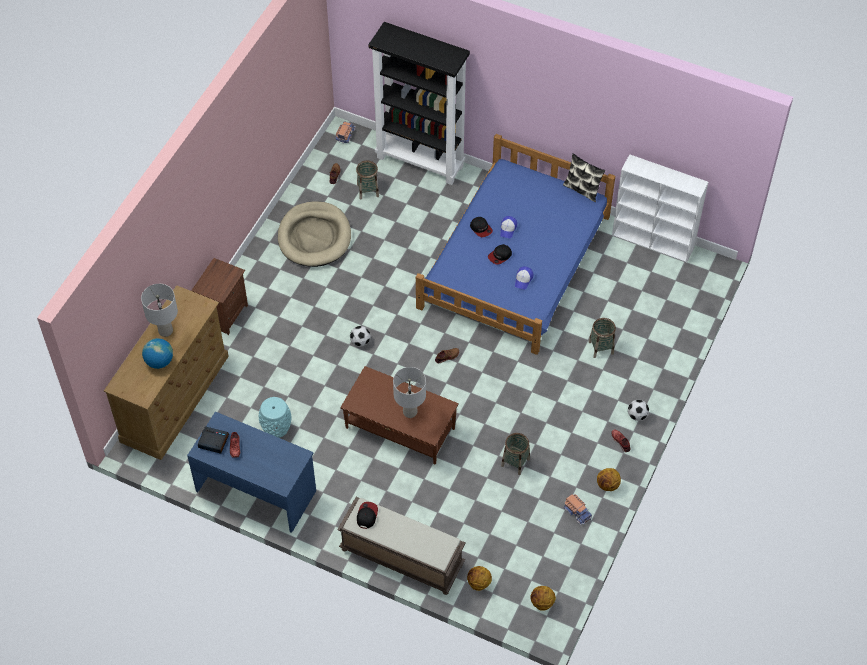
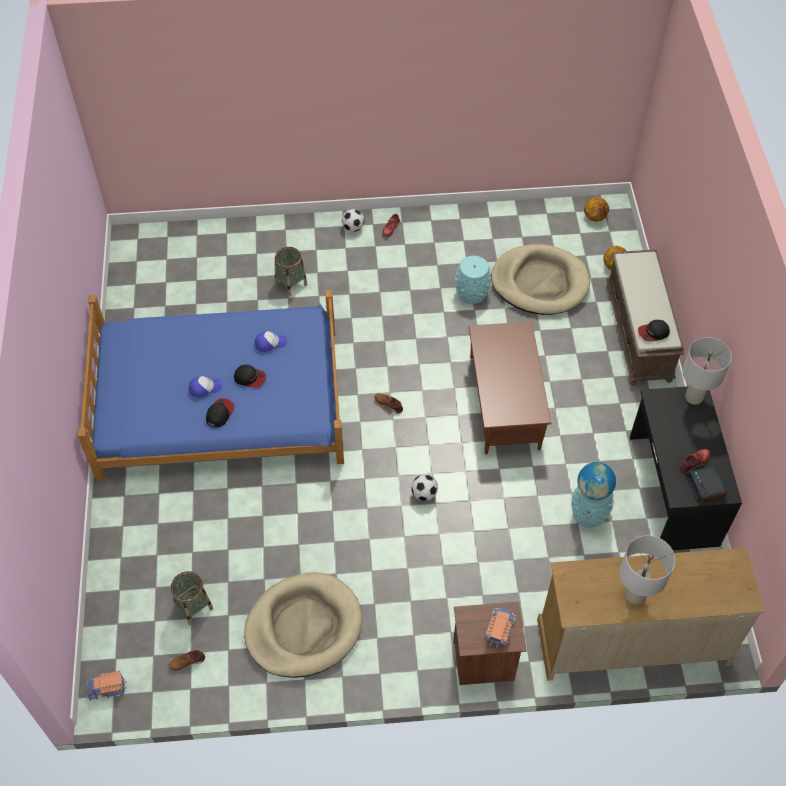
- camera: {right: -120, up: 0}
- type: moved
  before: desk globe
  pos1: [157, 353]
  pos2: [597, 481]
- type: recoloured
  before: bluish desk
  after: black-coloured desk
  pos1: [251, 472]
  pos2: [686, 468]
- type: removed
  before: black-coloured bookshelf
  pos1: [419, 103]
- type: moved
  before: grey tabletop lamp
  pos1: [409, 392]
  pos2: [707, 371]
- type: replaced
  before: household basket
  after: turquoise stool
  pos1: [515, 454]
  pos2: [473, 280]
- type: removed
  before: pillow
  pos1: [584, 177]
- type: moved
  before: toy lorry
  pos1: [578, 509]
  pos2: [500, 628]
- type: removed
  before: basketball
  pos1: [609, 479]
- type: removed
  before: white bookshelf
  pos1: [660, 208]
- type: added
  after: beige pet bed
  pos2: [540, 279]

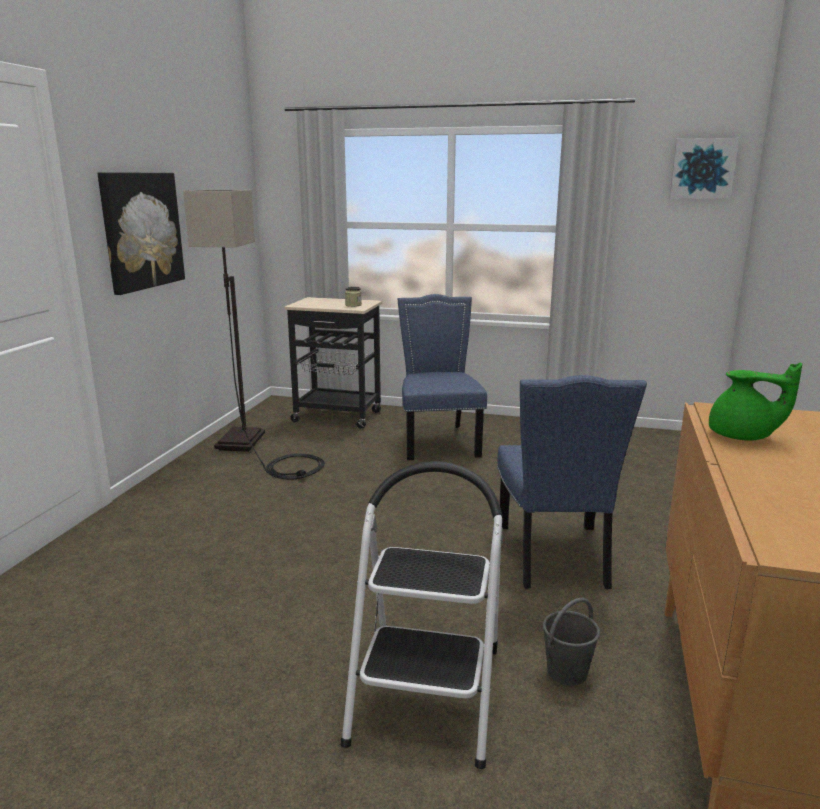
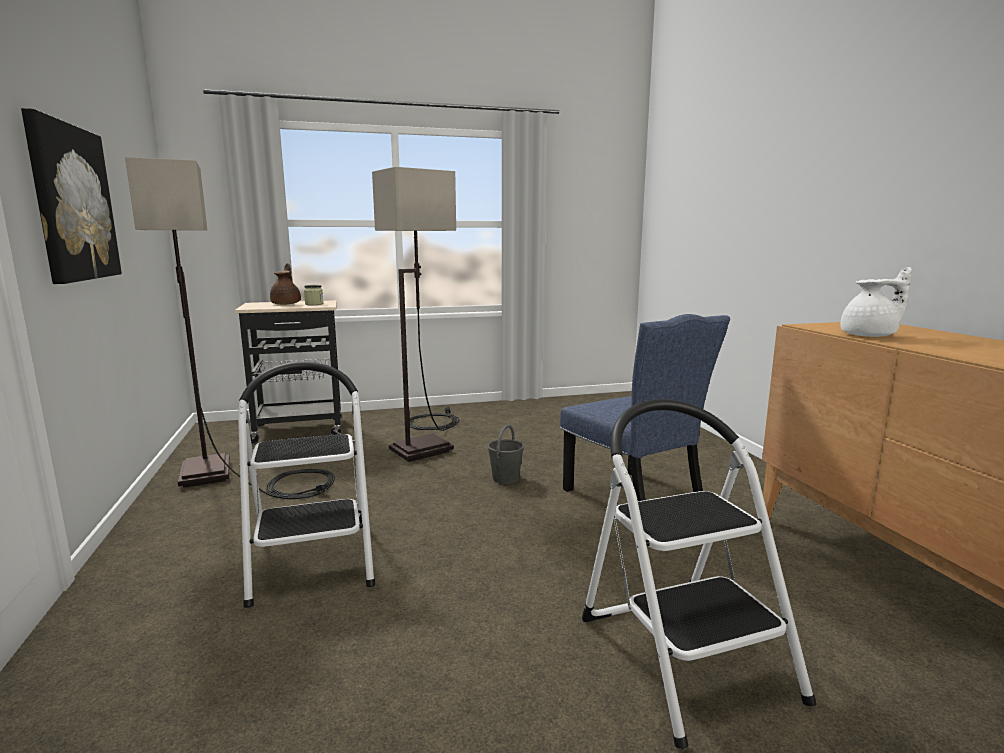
- camera: {right: -30, up: -5}
- type: replaced
  before: bluish upright chair
  after: standard lamp
  pos1: [442, 377]
  pos2: [415, 314]
- type: moved
  before: grey pail
  pos1: [571, 642]
  pos2: [505, 454]
- type: removed
  before: picture
  pos1: [704, 168]
- type: recoloured
  before: green-coloured pot for tea
  after: white pot for tea
  pos1: [755, 402]
  pos2: [876, 302]
- type: added
  after: step ladder
  pos2: [306, 484]
- type: added
  after: brown-coloured pot for tea
  pos2: [285, 284]

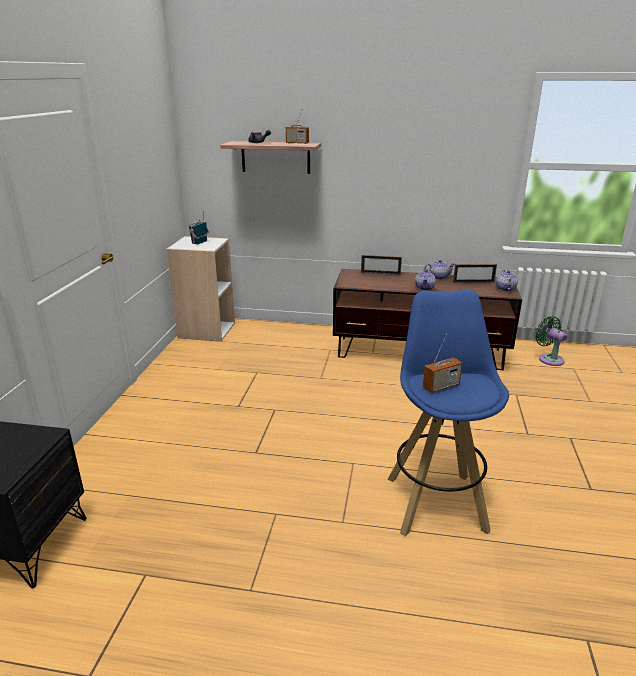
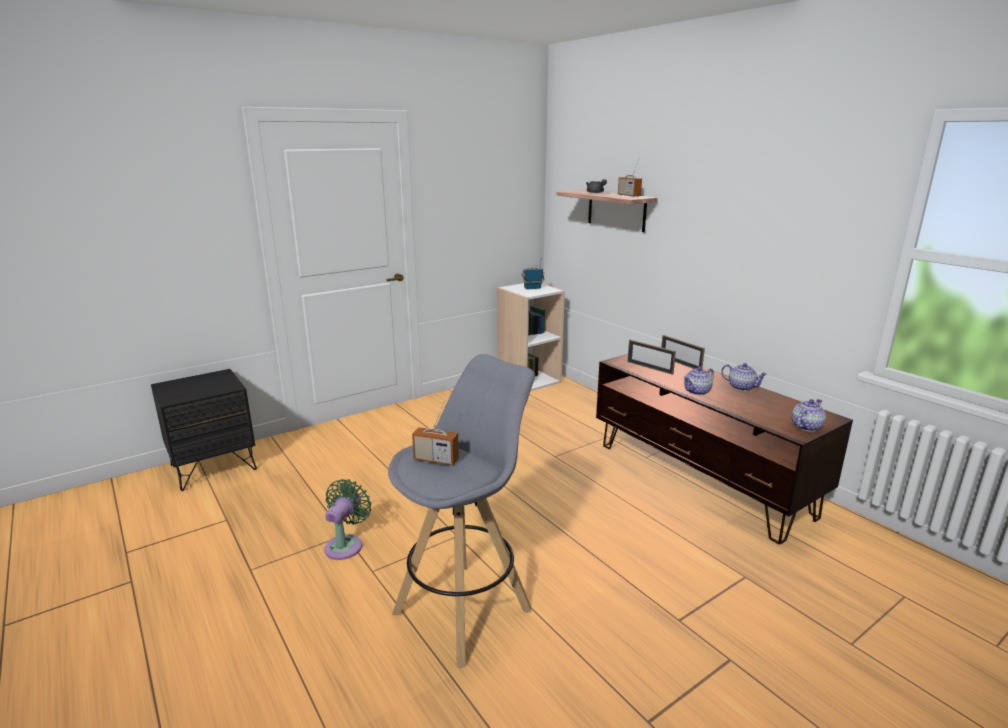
- camera: {right: 45, up: -5}
- type: recoloured
  before: bluish stool
  after: grey stool
  pos1: [448, 413]
  pos2: [461, 511]
- type: moved
  before: picture frame
  pos1: [475, 273]
  pos2: [651, 357]
- type: moved
  before: green-coloured cooling fan
  pos1: [551, 341]
  pos2: [347, 519]

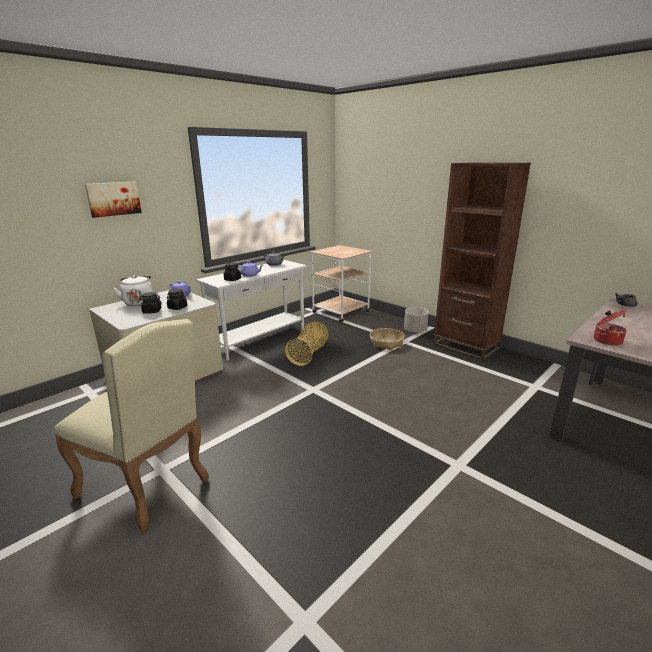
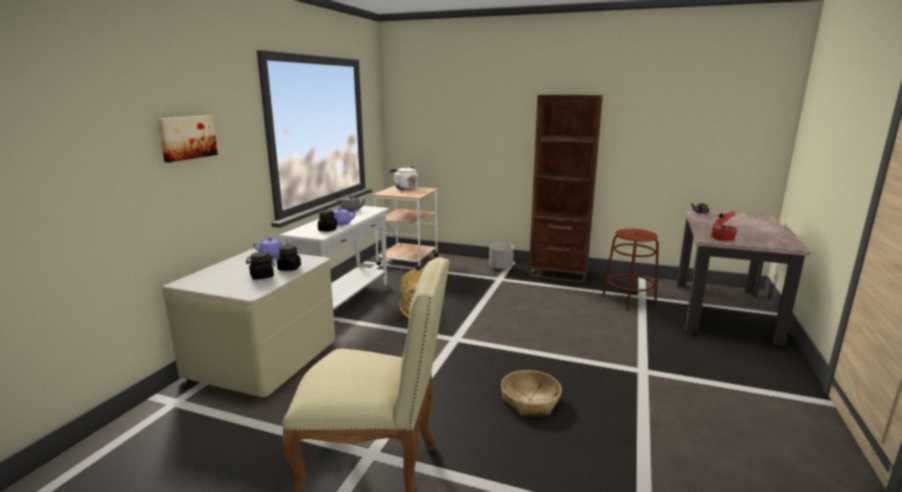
- camera: {right: -25, up: -5}
- type: moved
  before: white water kettle
  pos1: [133, 291]
  pos2: [404, 178]
- type: moved
  before: household basket
  pos1: [387, 339]
  pos2: [531, 392]
- type: added
  after: brown-coloured stool
  pos2: [630, 269]

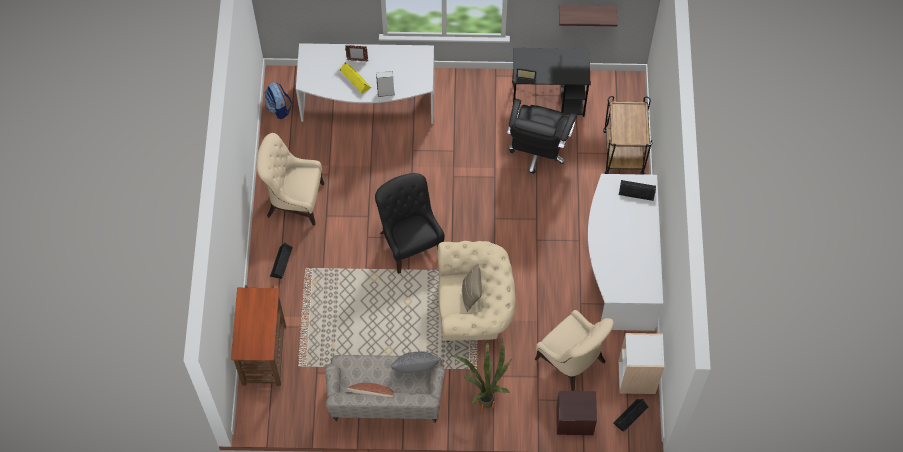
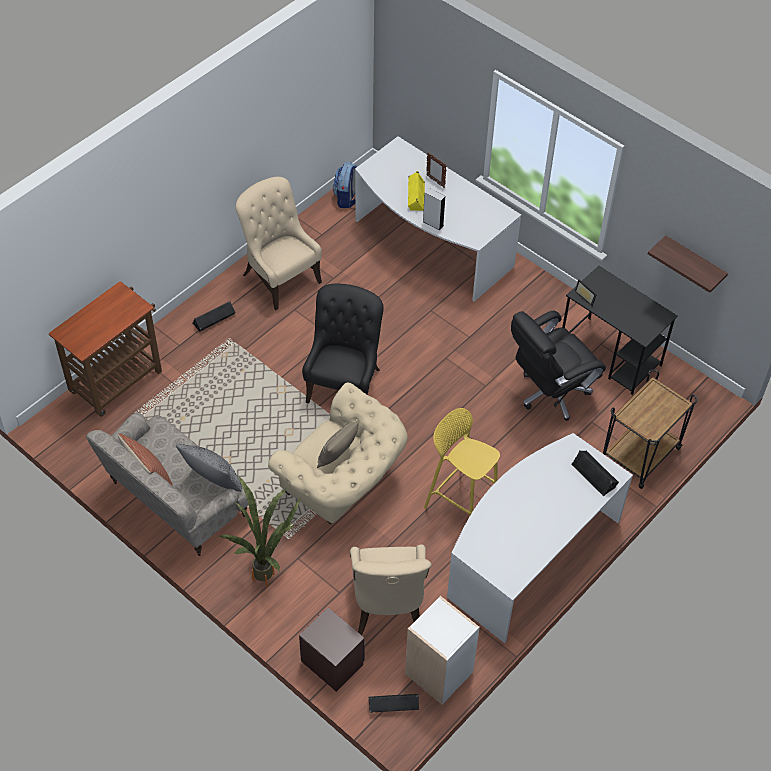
- camera: {right: 40, up: -10}
- type: added
  after: yellow stool
  pos2: [462, 461]

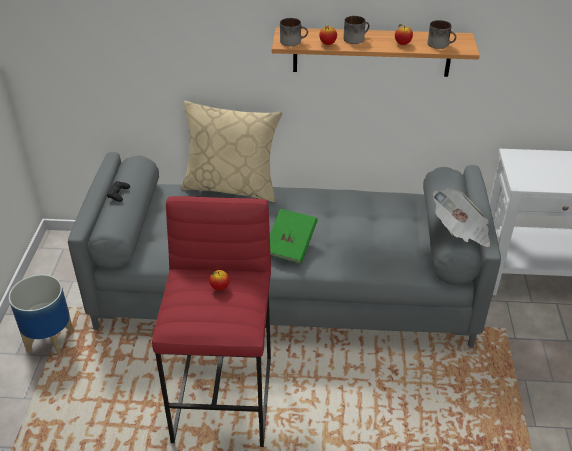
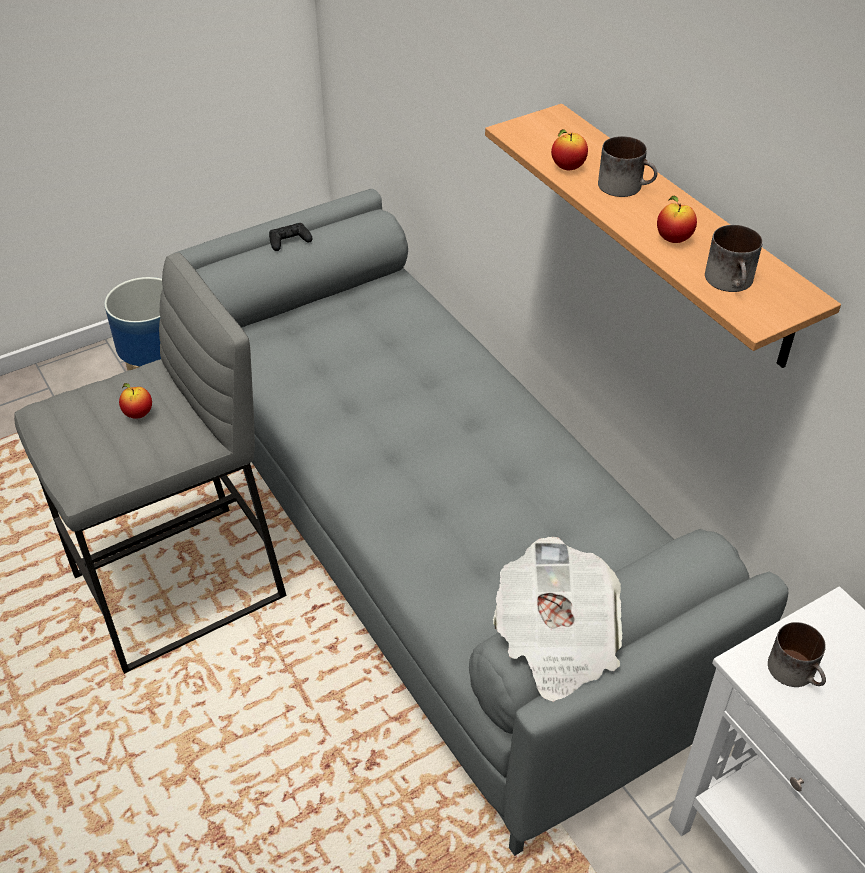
- camera: {right: 55, up: 5}
- type: recoloured
  before: reddish stool
  after: grey stool
  pos1: [211, 321]
  pos2: [150, 463]
- type: removed
  before: beige pillow
  pos1: [231, 152]
- type: removed
  before: green-coloured book
  pos1: [294, 236]
- type: moved
  before: mug
  pos1: [294, 32]
  pos2: [797, 654]

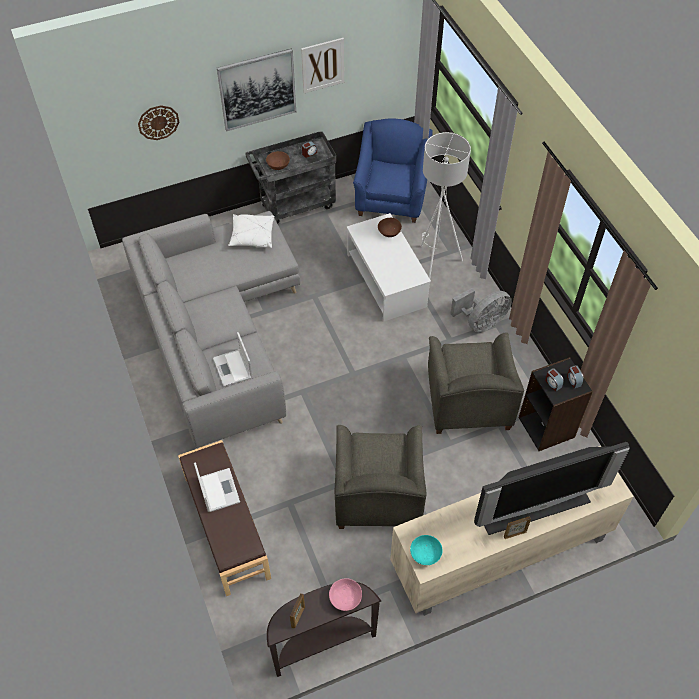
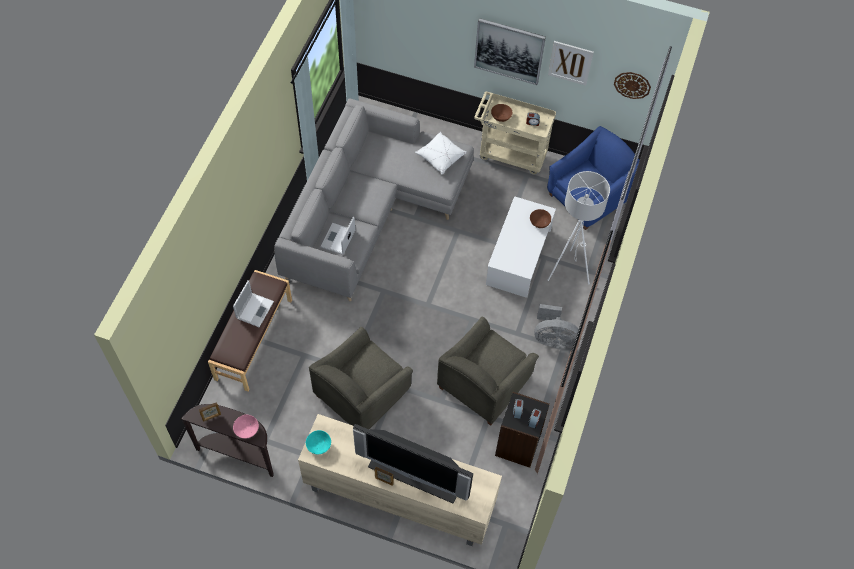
- camera: {right: 40, up: 5}
- type: moved
  before: clock on the wall
  pos1: [158, 122]
  pos2: [632, 85]
- type: recoloured
  before: black-coloured cart
  after: beige cart
  pos1: [290, 177]
  pos2: [515, 133]

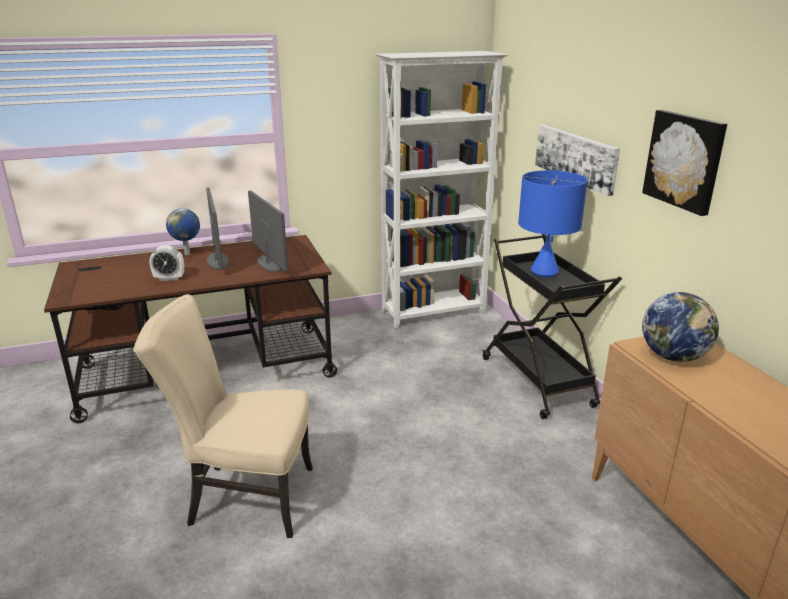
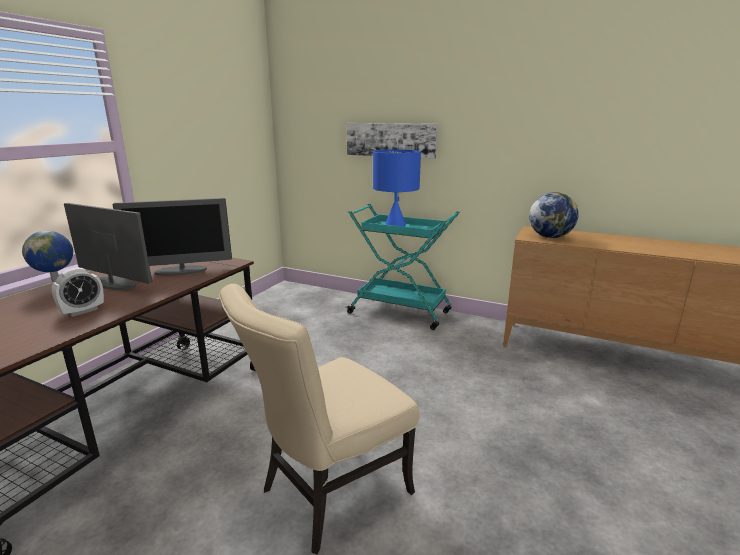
- camera: {right: -45, up: -5}
- type: turned
  before: computer display
  pos1: [268, 231]
  pos2: [172, 237]
  turn: 150
- type: removed
  before: white bookshelf
  pos1: [442, 190]
- type: recoloured
  before: black-coloured cart
  after: turquoise cart
  pos1: [552, 326]
  pos2: [402, 267]
- type: removed
  before: picture
  pos1: [684, 163]

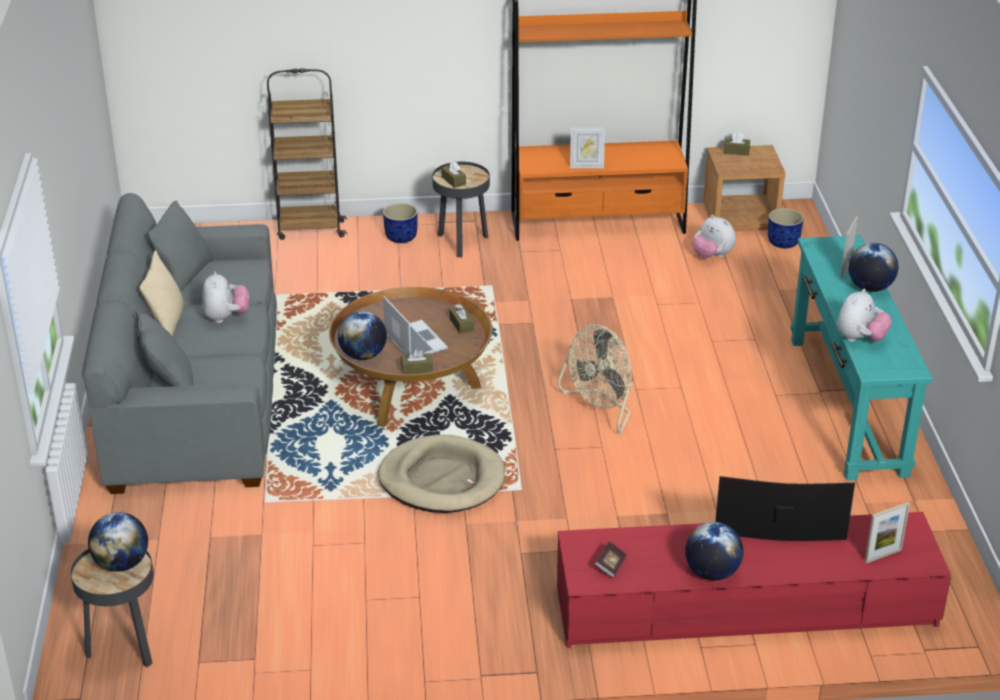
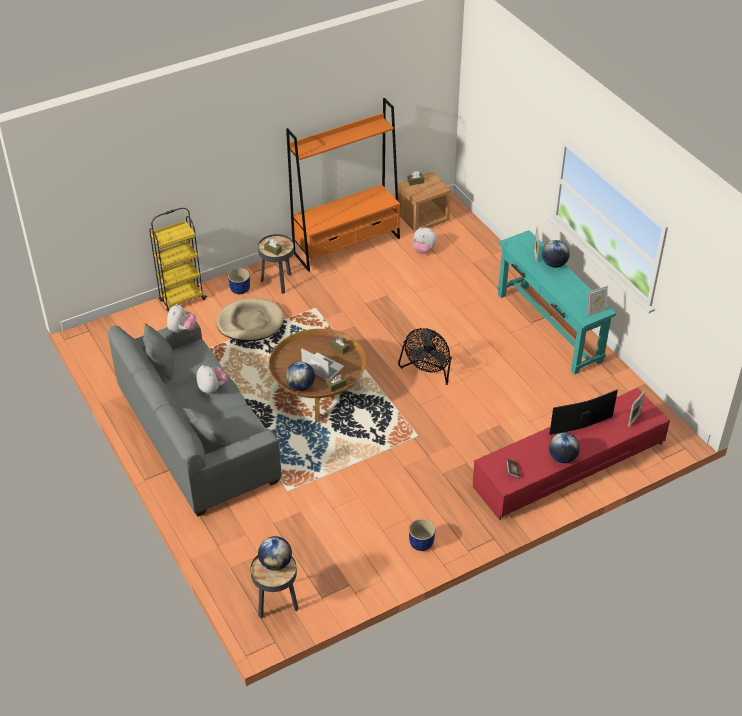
- camera: {right: -25, up: 10}
- type: removed
  before: beige pillow
  pos1: [162, 293]
- type: recoloured
  before: brown-coloured cart
  after: yellow cart
  pos1: [307, 154]
  pos2: [178, 260]
- type: moved
  before: beige pet bed
  pos1: [441, 474]
  pos2: [250, 320]
- type: recoloured
  before: beige cooling fan
  after: black-coloured cooling fan
  pos1: [595, 380]
  pos2: [425, 356]
- type: moved
  before: picture frame
  pos1: [587, 147]
  pos2: [597, 301]
- type: moved
  before: bluish planter
  pos1: [786, 228]
  pos2: [422, 535]
- type: moved
  before: cuddly toy
  pos1: [864, 315]
  pos2: [181, 318]

